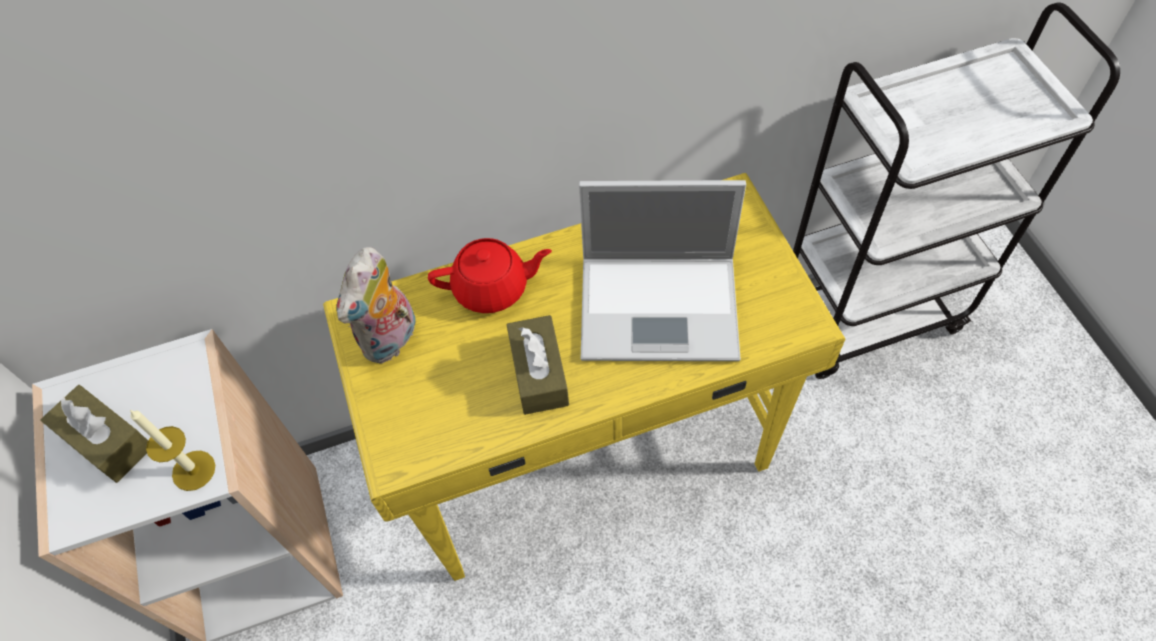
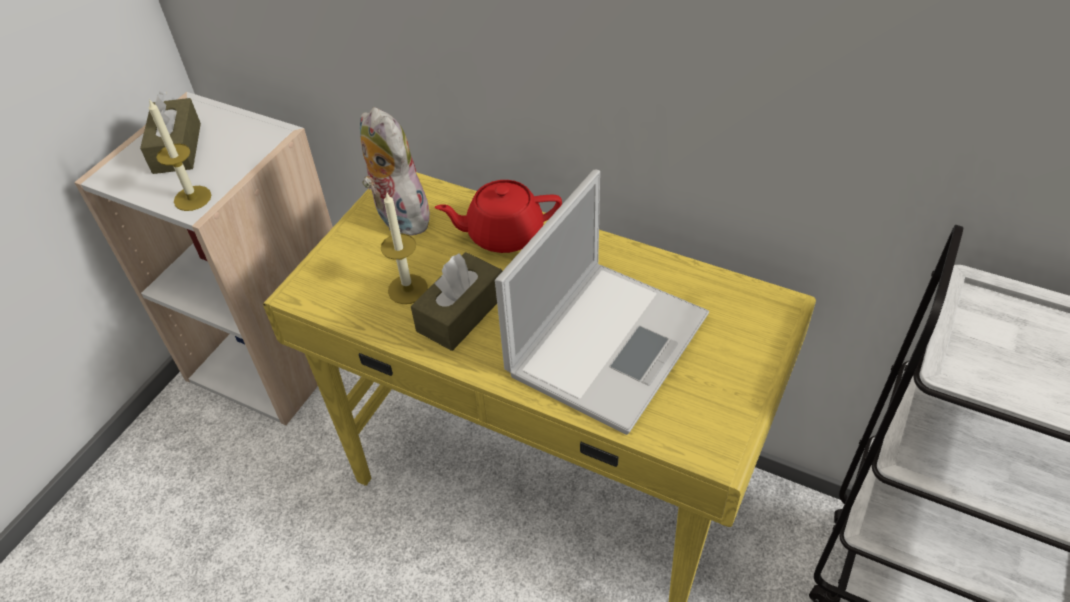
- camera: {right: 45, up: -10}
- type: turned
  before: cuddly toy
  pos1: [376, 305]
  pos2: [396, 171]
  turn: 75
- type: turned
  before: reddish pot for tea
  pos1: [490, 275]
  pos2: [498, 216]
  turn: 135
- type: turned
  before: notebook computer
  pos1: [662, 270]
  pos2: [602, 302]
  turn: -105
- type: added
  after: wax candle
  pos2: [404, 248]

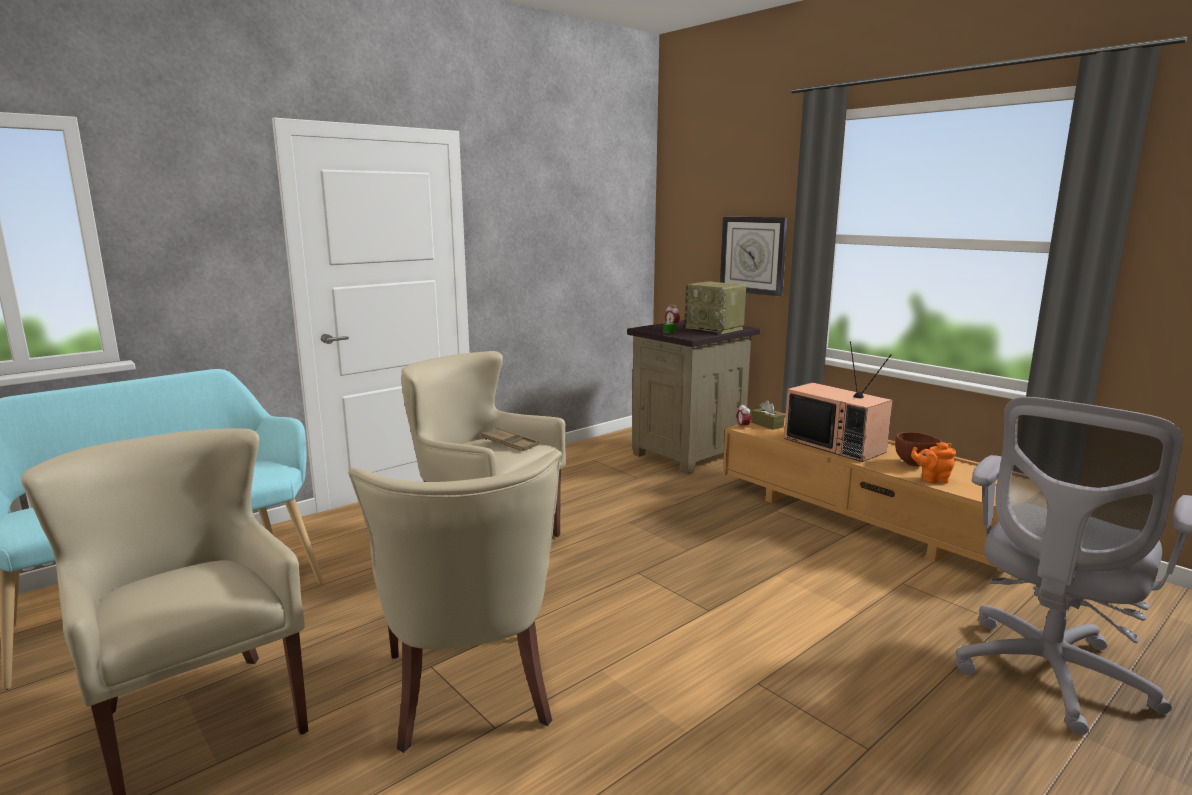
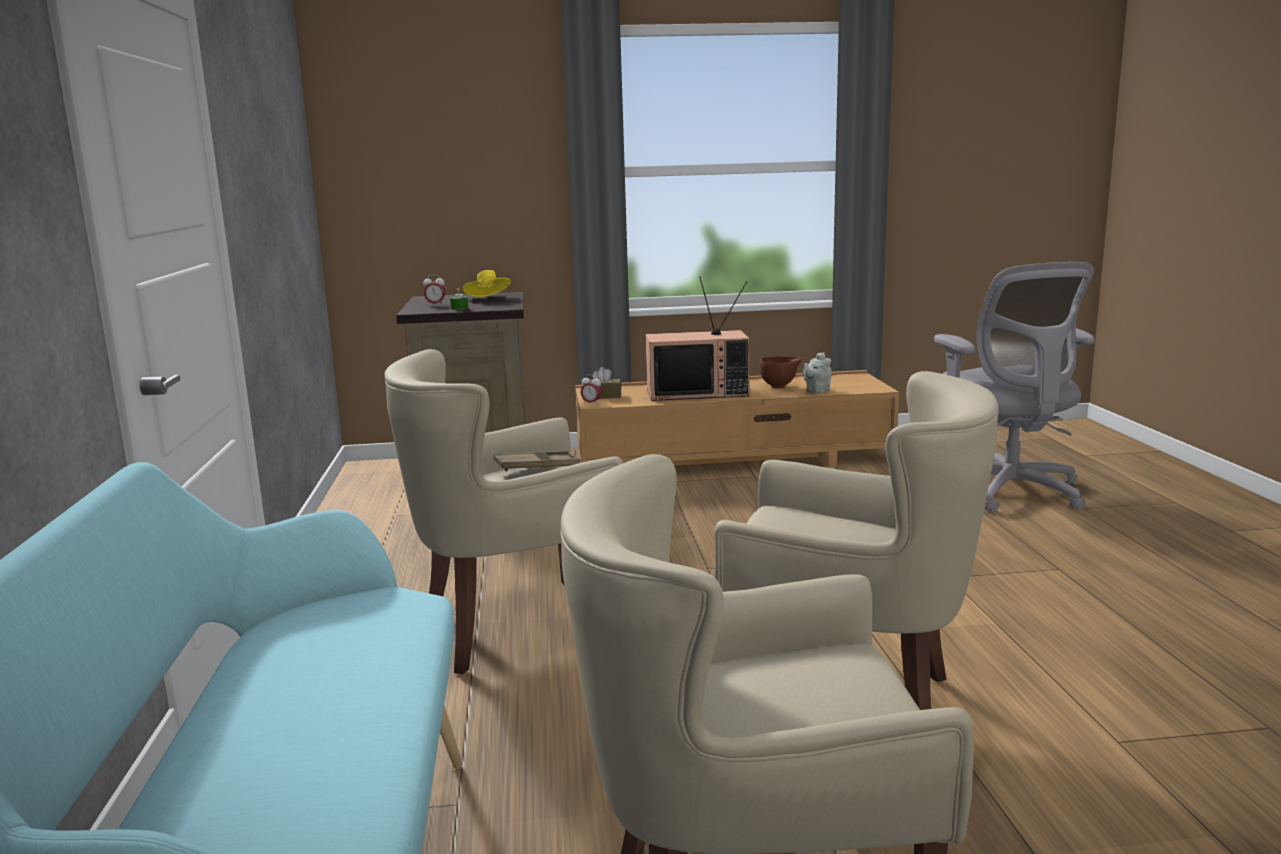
- camera: {right: -55, up: 0}
- type: replaced
  before: radio receiver
  after: yellow clothing hat
  pos1: [715, 307]
  pos2: [487, 283]
- type: removed
  before: clock on the wall
  pos1: [754, 256]
- type: recoloured
  before: orange-coloured pot for tea
  after: grey pot for tea
  pos1: [933, 463]
  pos2: [817, 373]

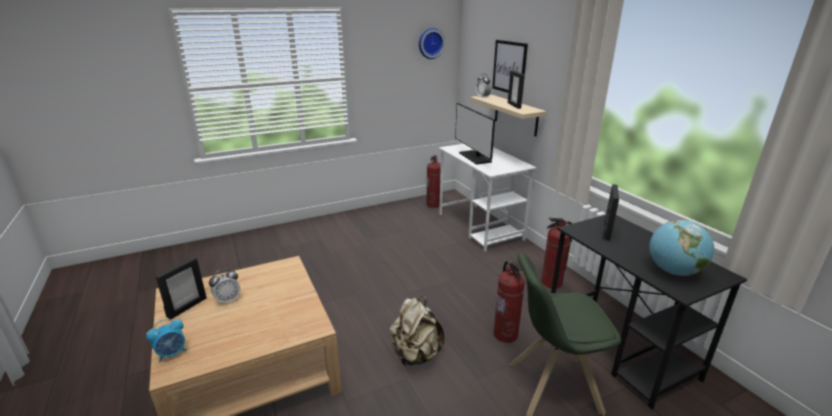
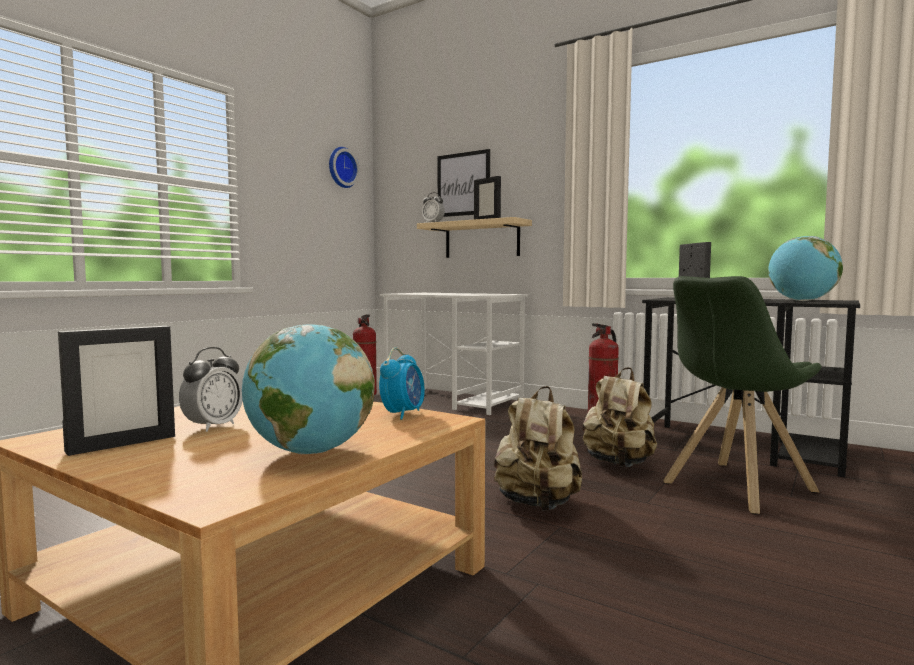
- camera: {right: -30, up: -20}
- type: moved
  before: table clock
  pos1: [166, 340]
  pos2: [402, 383]
- type: turned
  before: picture frame
  pos1: [181, 288]
  pos2: [116, 391]
  turn: 45
- type: removed
  before: computer display
  pos1: [475, 134]
- type: replaced
  before: fire-fighting cylinder
  after: beige backpack
  pos1: [509, 302]
  pos2: [619, 417]
- type: added
  after: desk globe
  pos2: [308, 389]

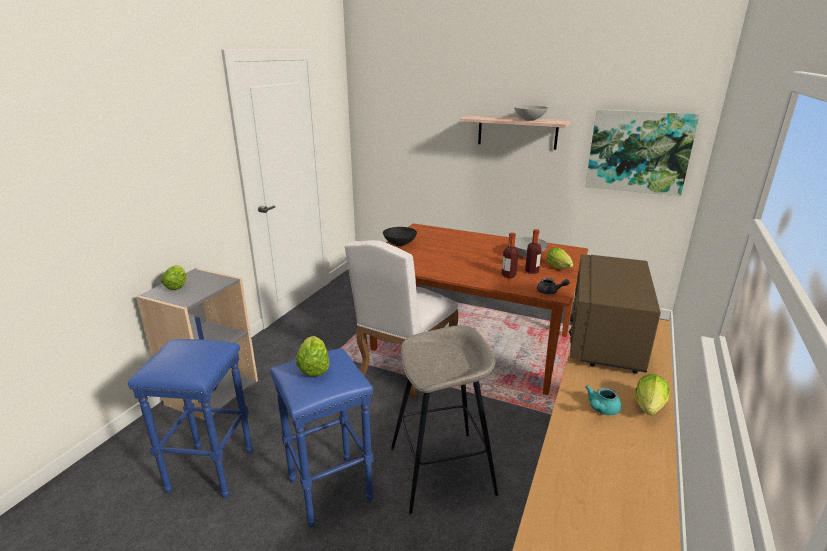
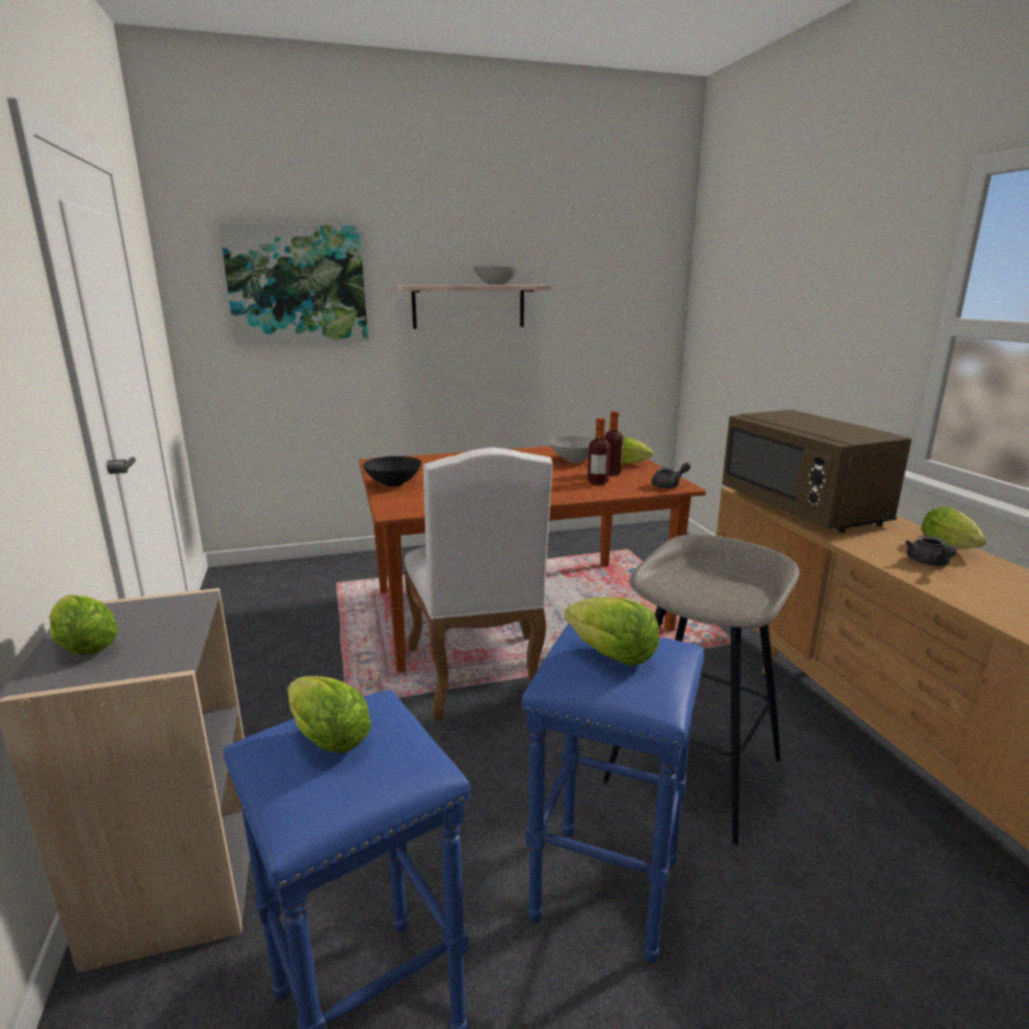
- camera: {right: -40, up: -5}
- type: moved
  before: picture
  pos1: [642, 152]
  pos2: [293, 283]
- type: recoloured
  before: turquoise pot for tea
  after: grey pot for tea
  pos1: [603, 400]
  pos2: [931, 551]
- type: added
  after: lettuce head
  pos2: [329, 714]

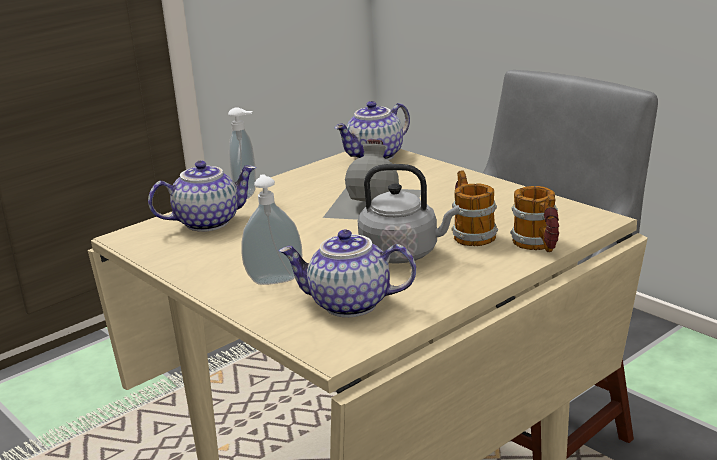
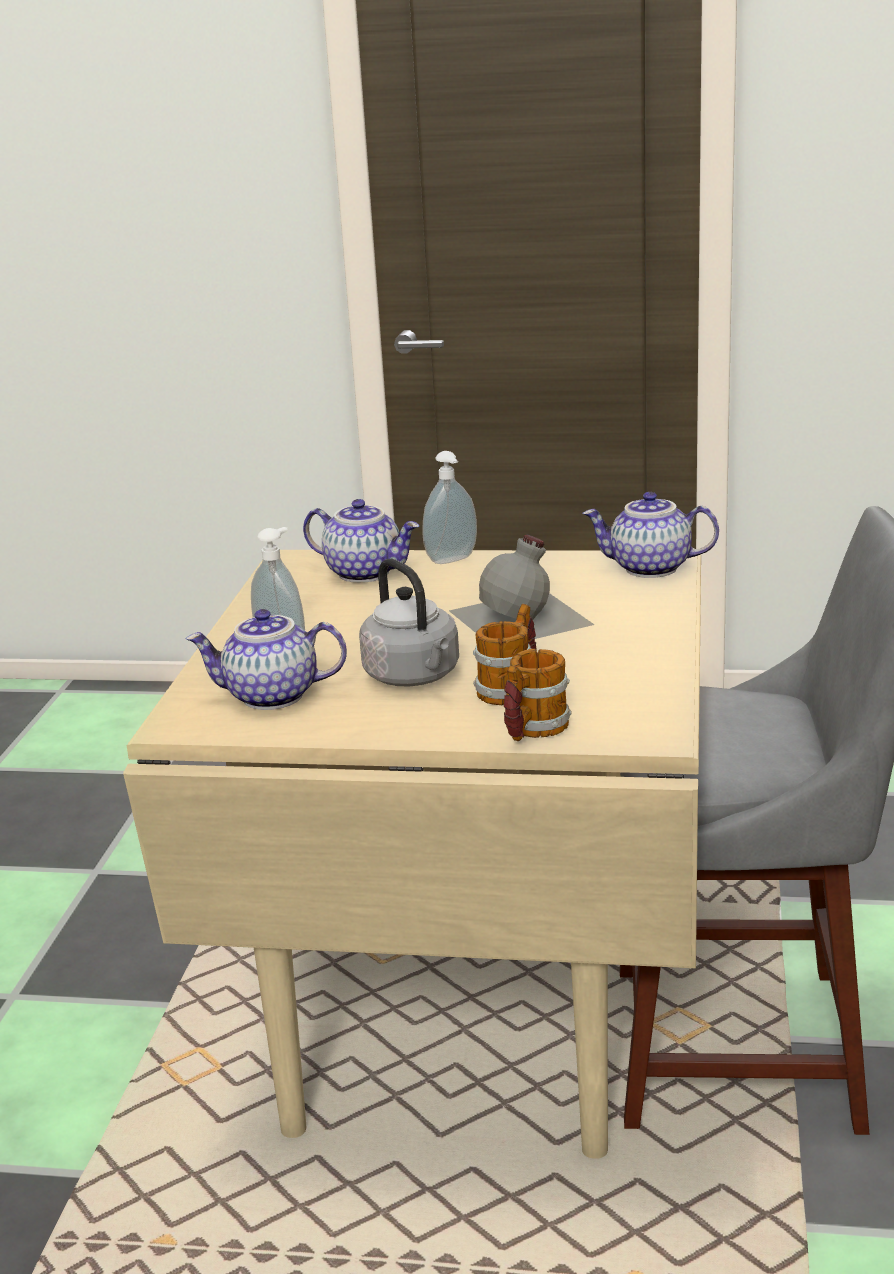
- camera: {right: 50, up: 0}
- type: turned
  before: pot for tea
  pos1: [347, 273]
  pos2: [266, 659]
  turn: -60

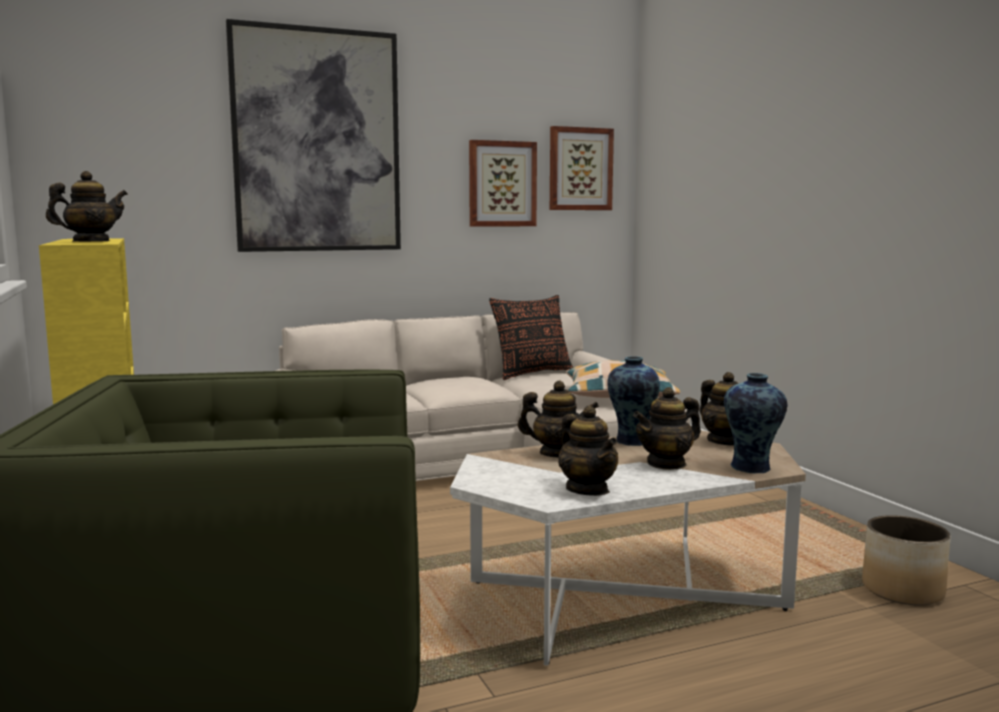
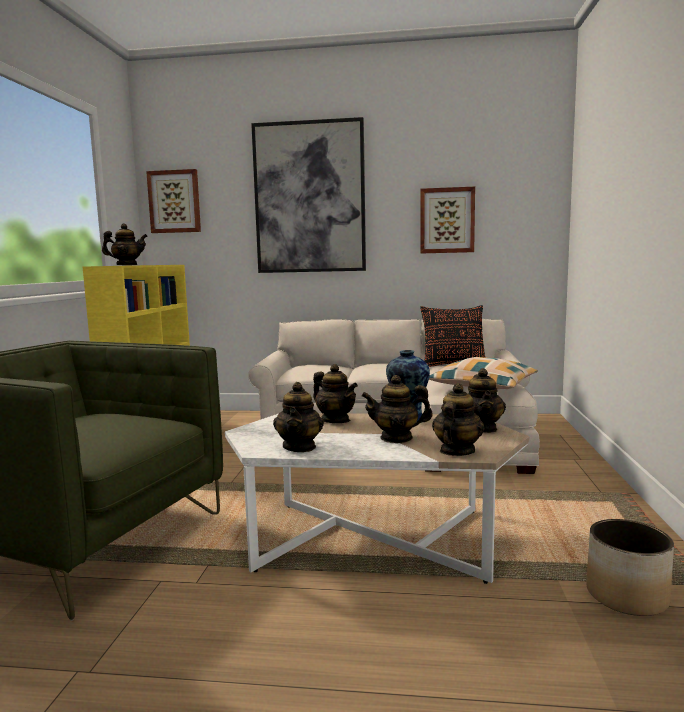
- camera: {right: 30, up: 0}
- type: moved
  before: picture
  pos1: [582, 168]
  pos2: [173, 201]
- type: replaced
  before: vase
  after: pot for tea
  pos1: [755, 423]
  pos2: [458, 419]

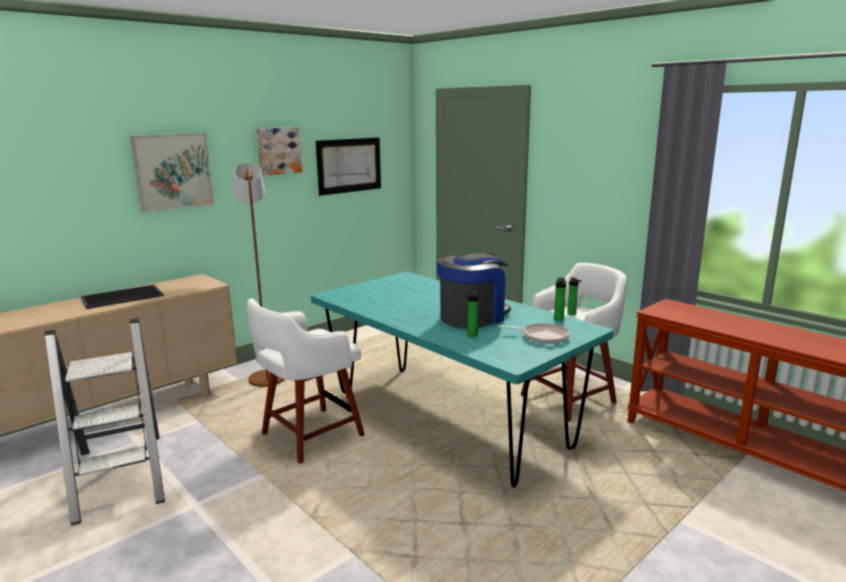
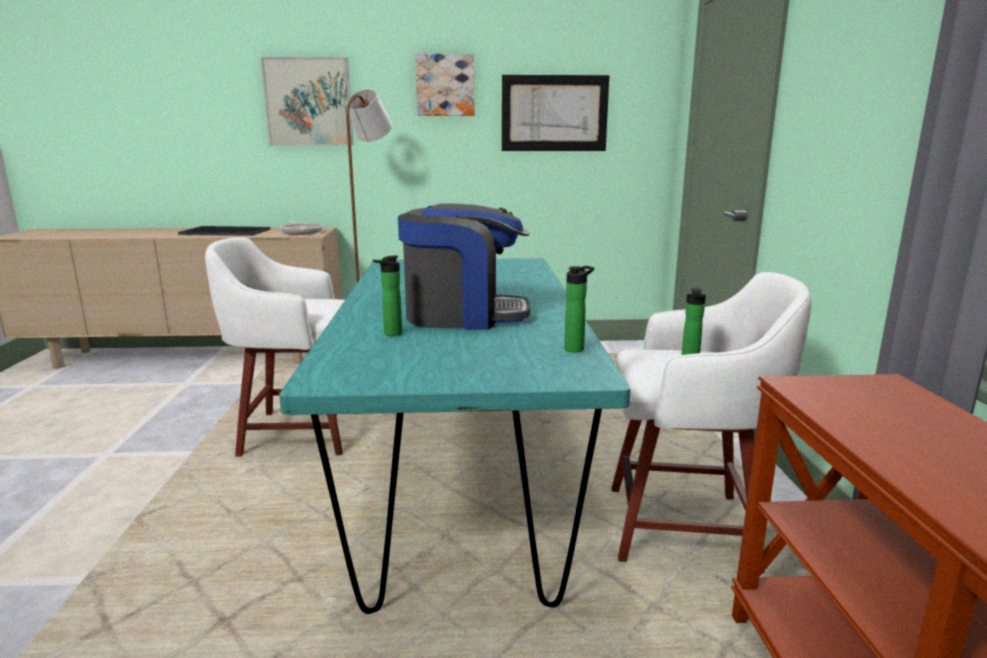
- camera: {right: 40, up: 0}
- type: removed
  before: grey step ladder
  pos1: [104, 422]
- type: moved
  before: pan
  pos1: [534, 333]
  pos2: [301, 228]

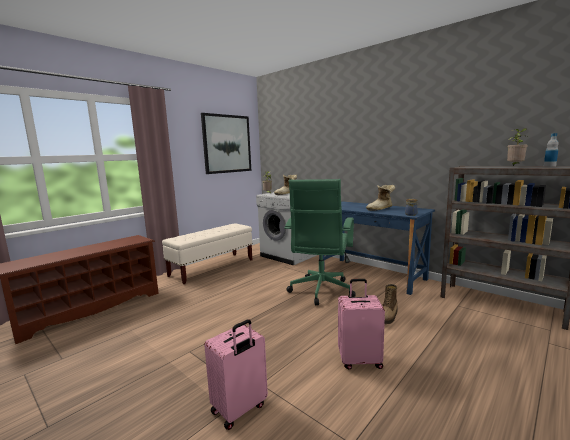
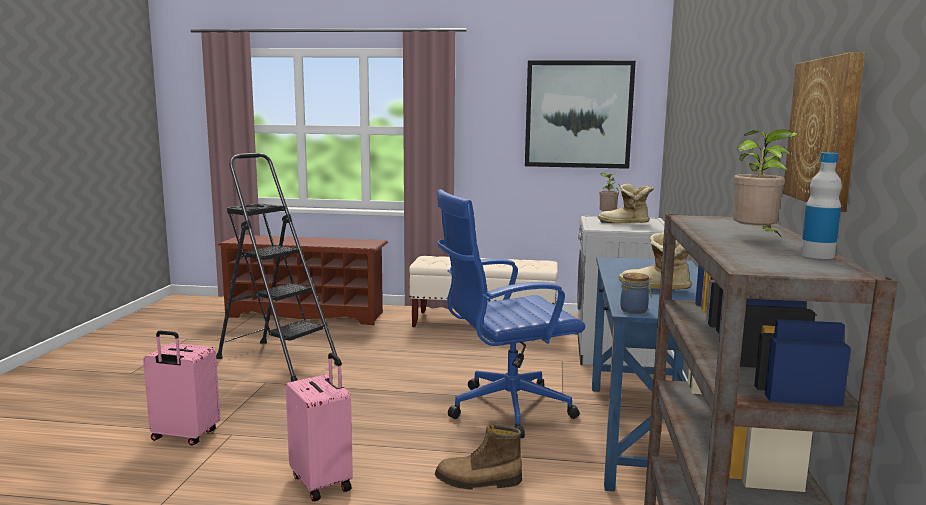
- camera: {right: 55, up: 0}
- type: recoloured
  before: green-coloured desk chair
  after: bluish desk chair
  pos1: [320, 242]
  pos2: [511, 313]
- type: added
  after: step ladder
  pos2: [279, 267]
- type: added
  after: picture
  pos2: [824, 132]

